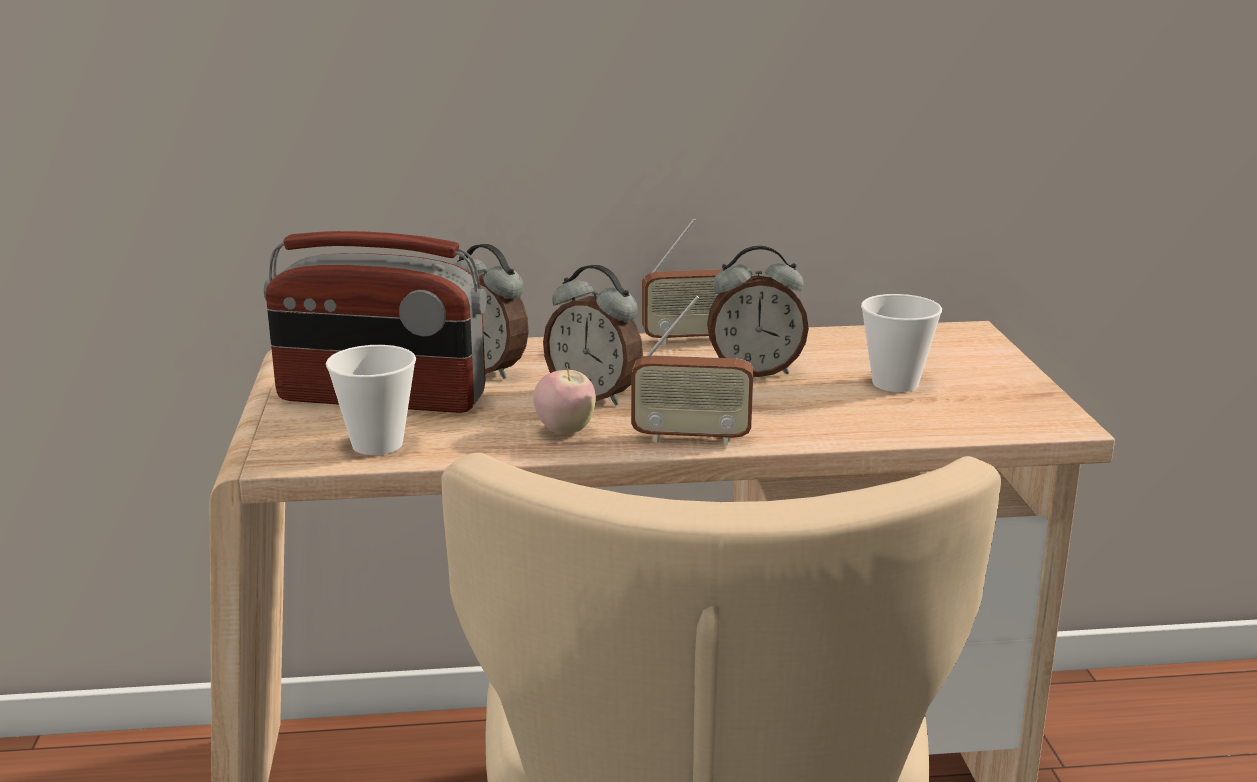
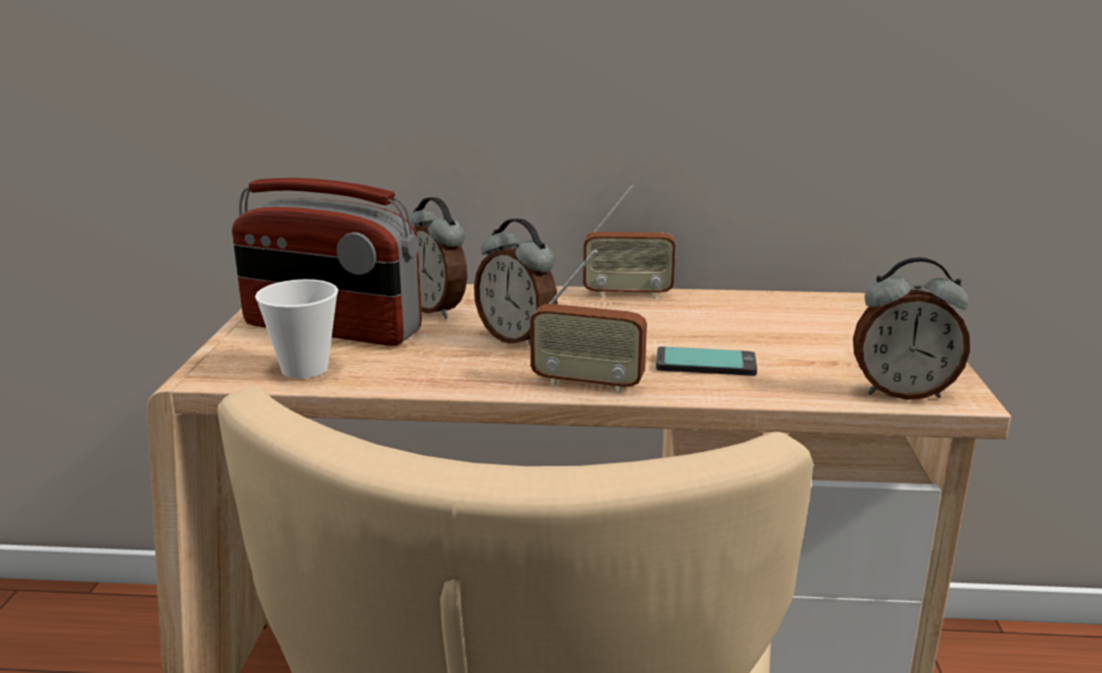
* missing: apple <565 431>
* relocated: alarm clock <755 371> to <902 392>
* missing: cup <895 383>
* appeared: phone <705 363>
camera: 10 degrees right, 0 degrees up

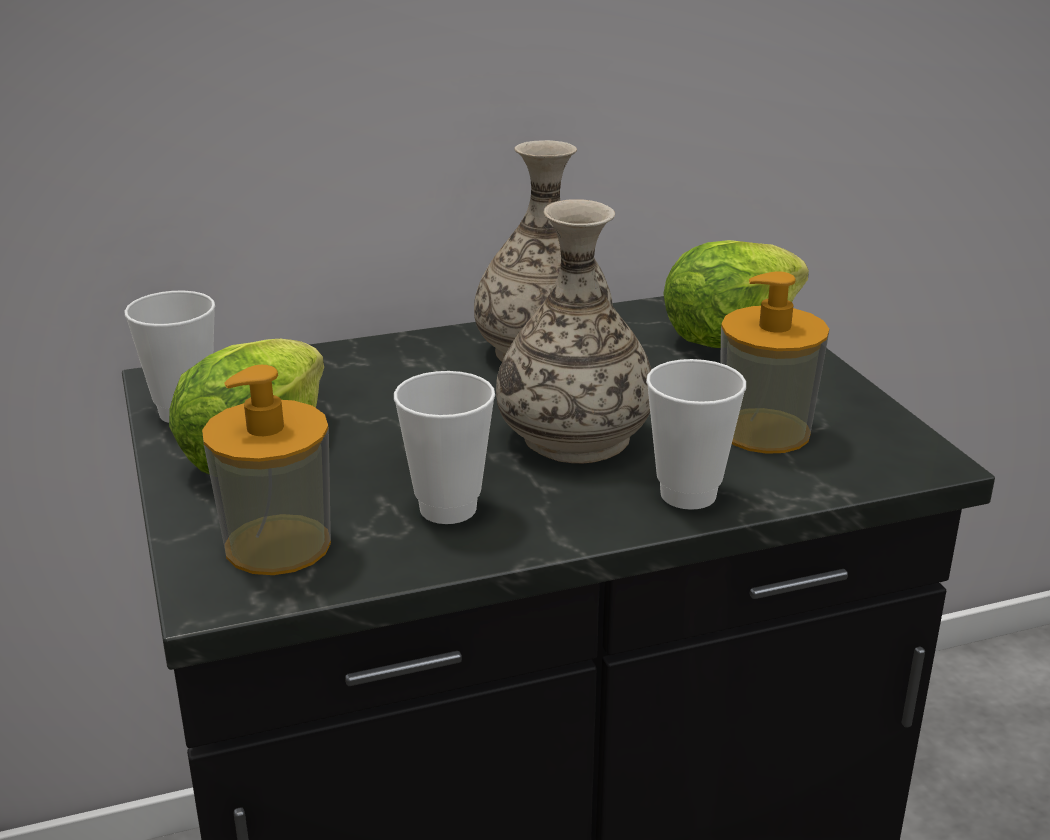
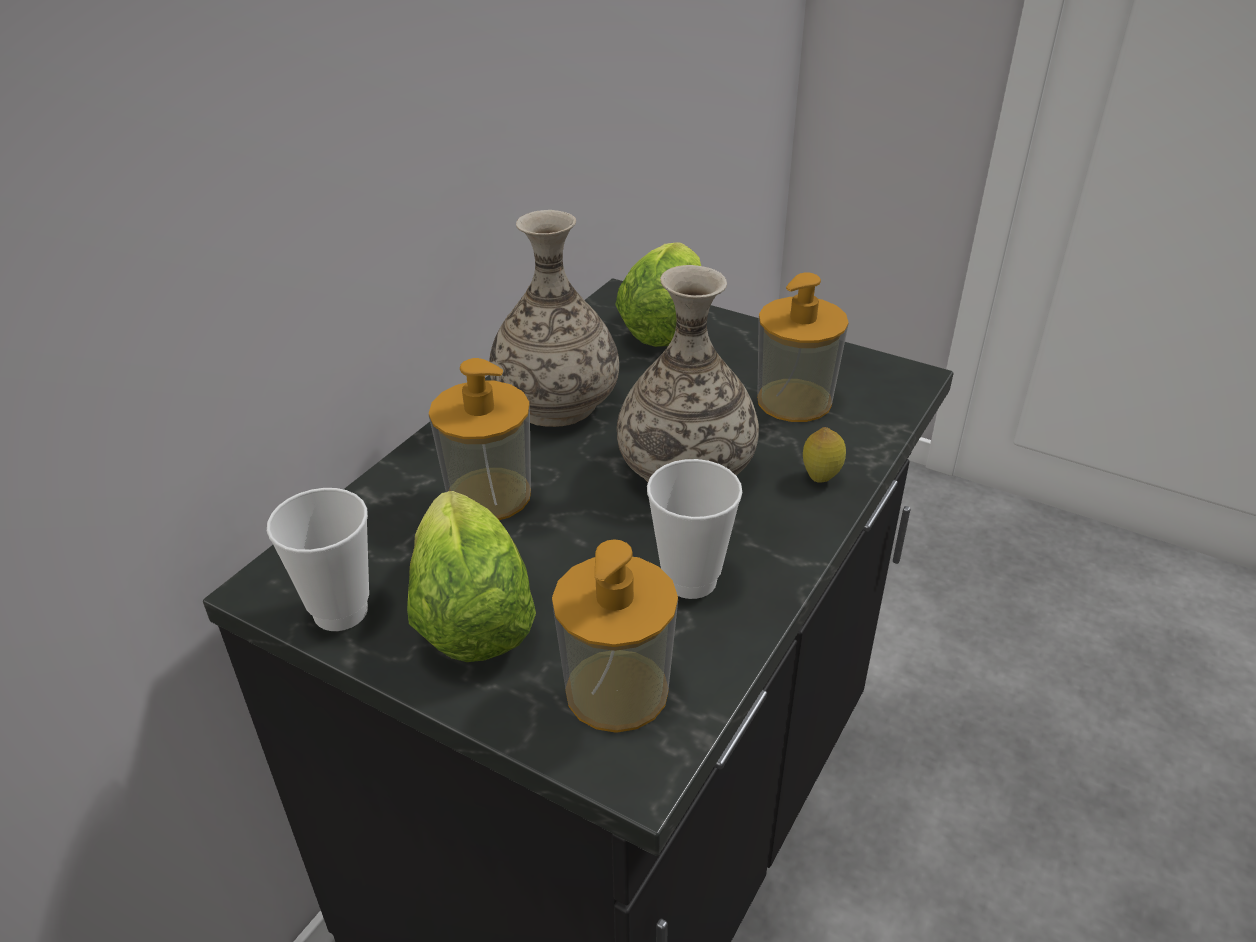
* exchanged: cup <688 494> to lemon <821 477>
* appeared: soap dispenser <489 495>
camera: 40 degrees left, 10 degrees up

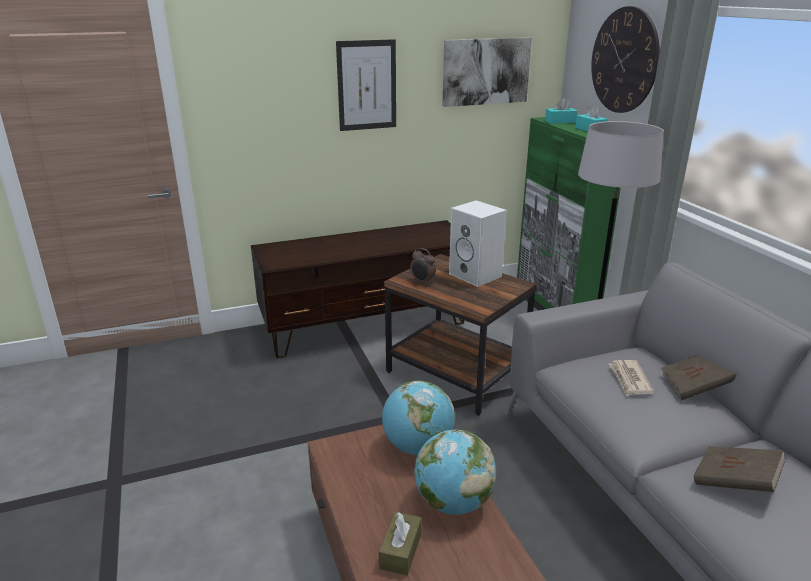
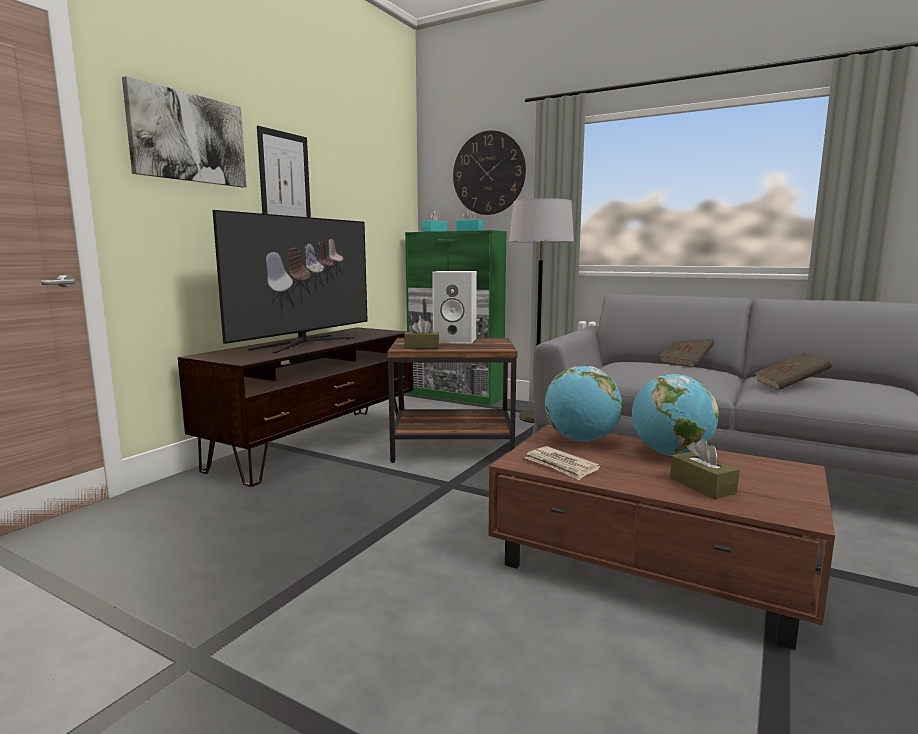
* exchanged: alarm clock <422 282> to brown tissue box <422 347>
* relocated: picture <485 71> to <188 138>
* relocated: newspaper <629 380> to <561 466>
* appeared: television <304 343>
camera: 40 degrees left, 15 degrees down

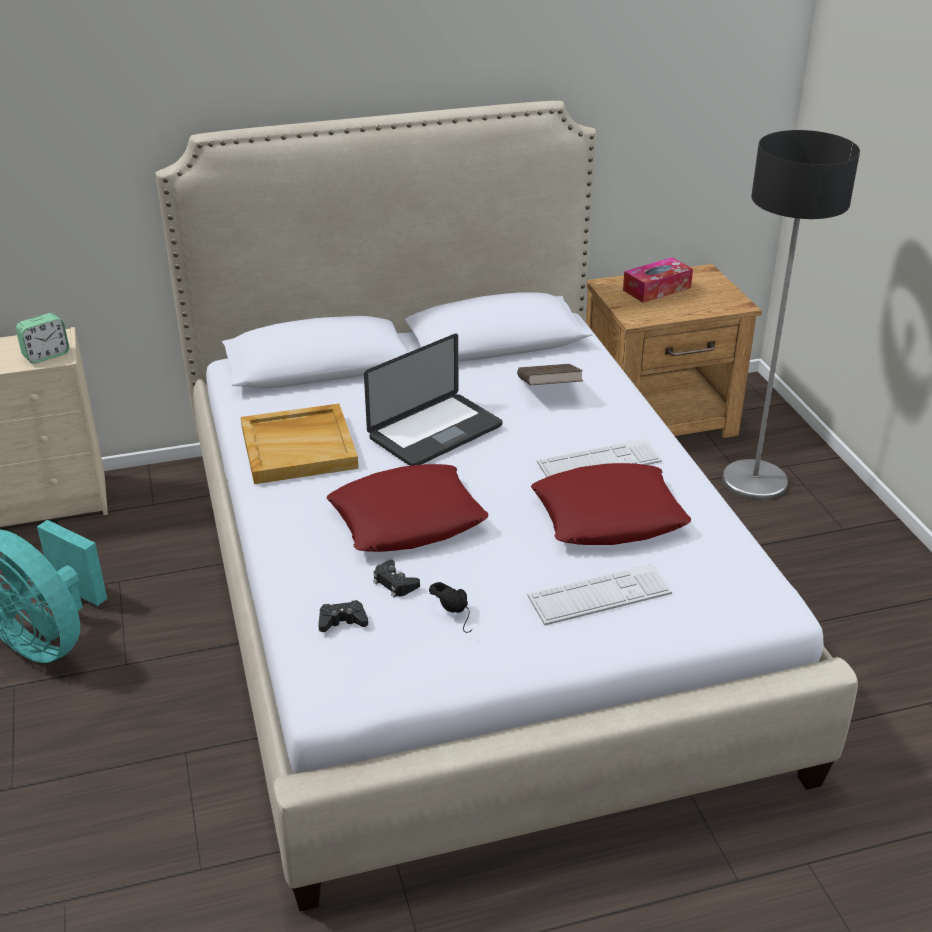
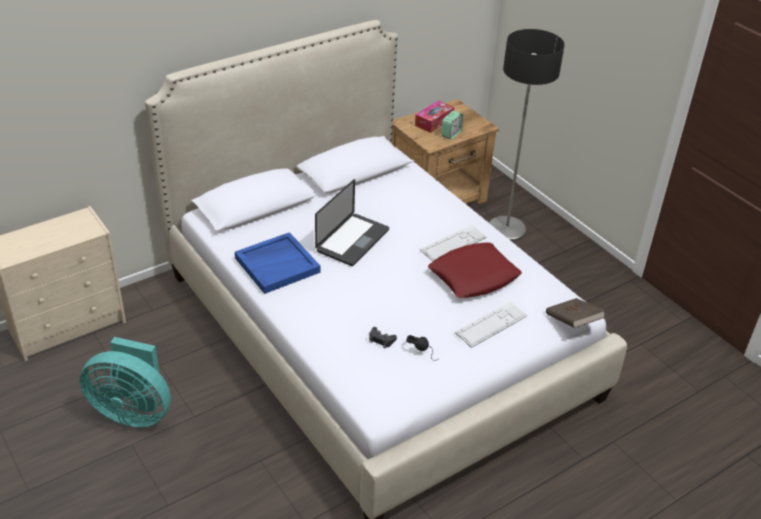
* relocated: alarm clock <46 355> to <451 134>
* colour: beige tray <299 447> to blue tray <277 264>
* missing: black game controller <342 621>
* missing: red pillow <407 519>
* relocated: brown book <548 390> to <572 322>
camera: 20 degrees left, 5 degrees up

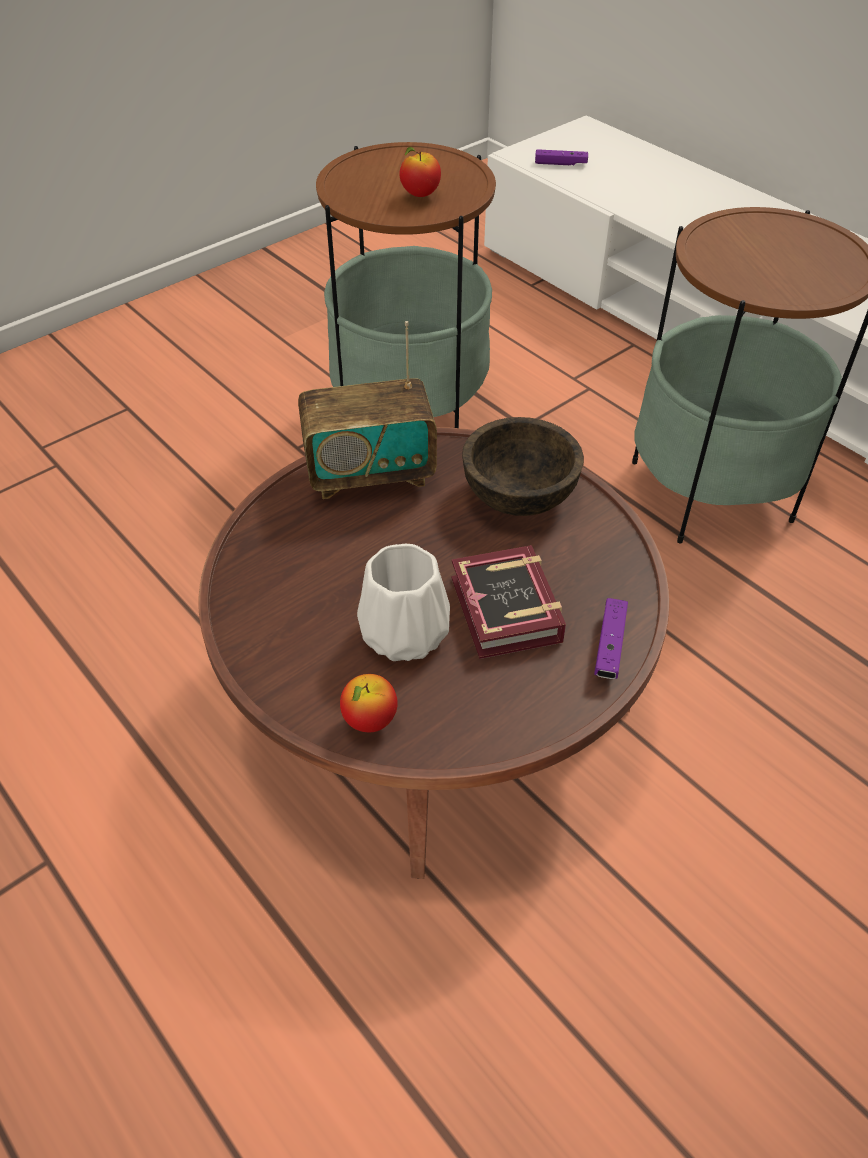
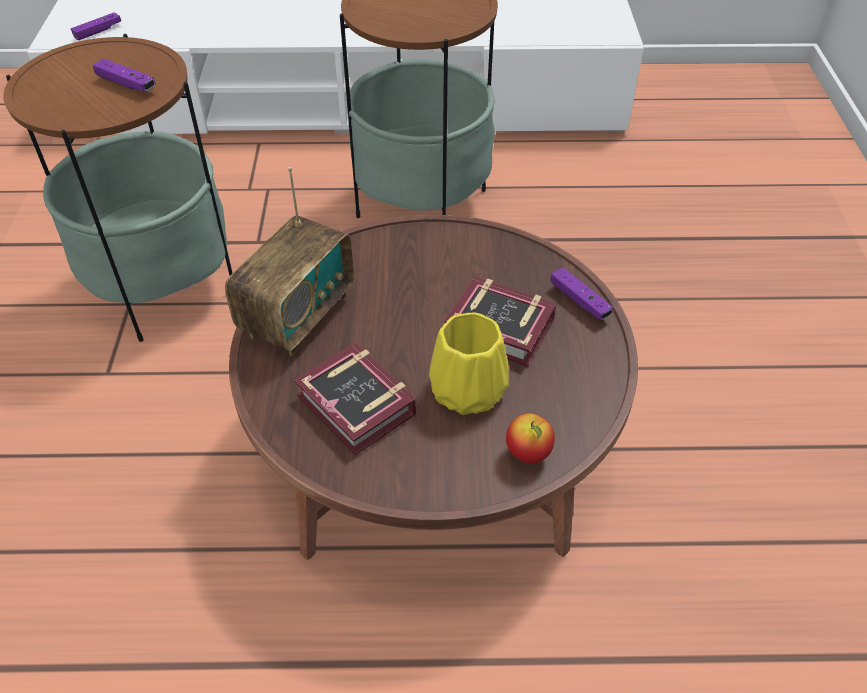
* colour: white vase <401 634> to yellow vase <466 392>
* exchanged: apple <420 194> to purple game controller <126 84>
* missing: brown bowl <518 496>
* appeared: book <356 409>
camera: 50 degrees left, 0 degrees up

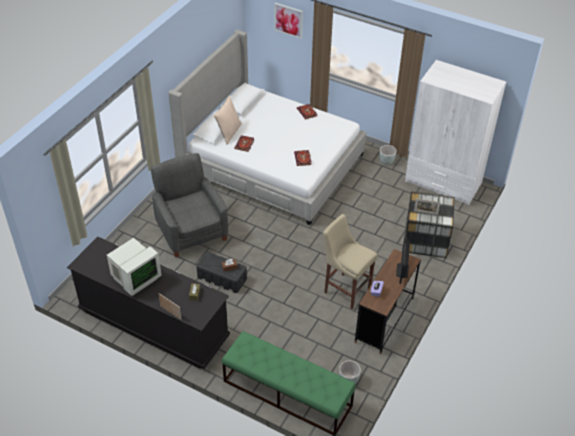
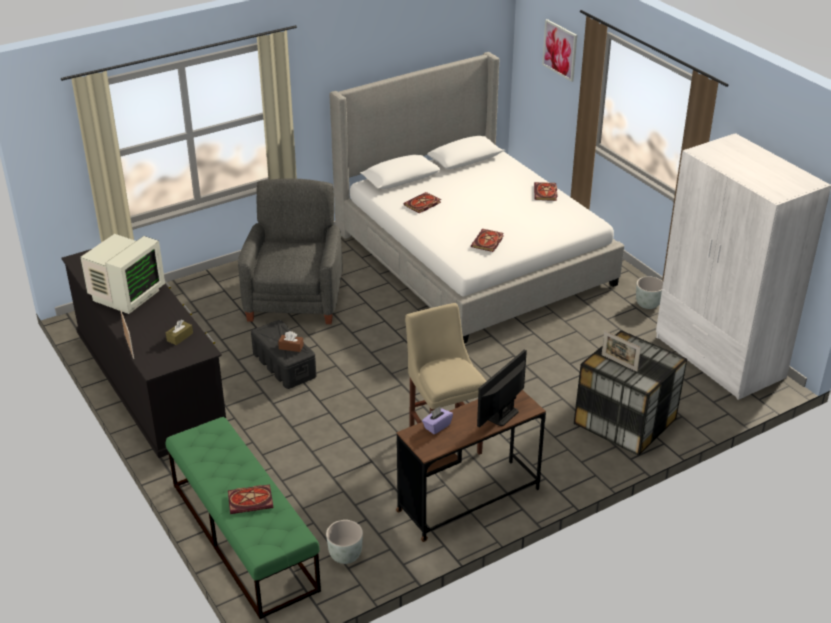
* spun: monitor <135 278> = <125 295> 45 degrees counterclockwise
* missing: beige pillow <228 132>
* appeared: book <251 500>
camera: 30 degrees right, 10 degrees down

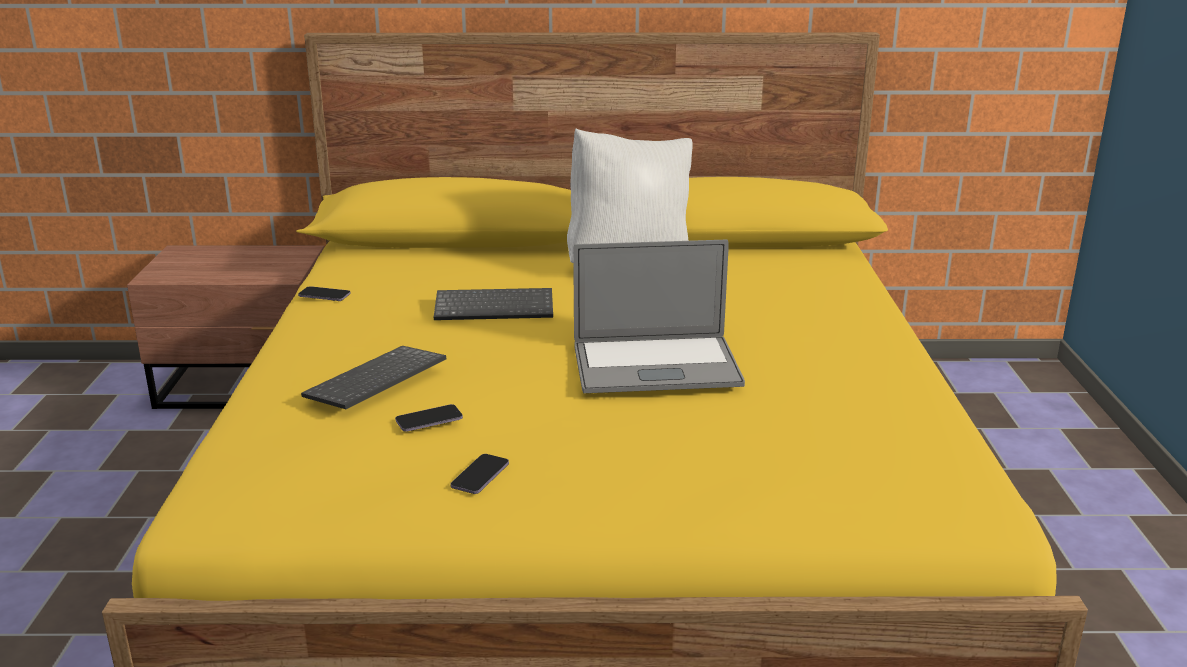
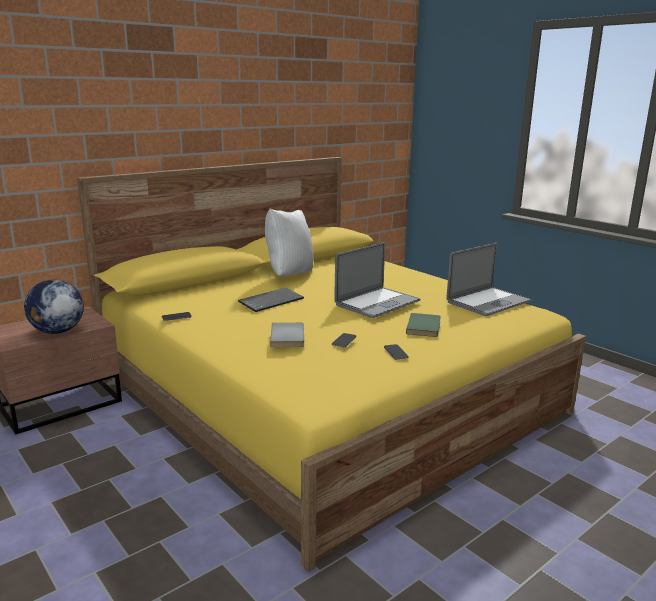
* exchanged: keyboard <376 381> to grey book <289 337>
* appeared: globe <57 331>
* appeared: green book <425 327>
* appeared: laptop <488 302>
camera: 40 degrees left, 5 degrees down

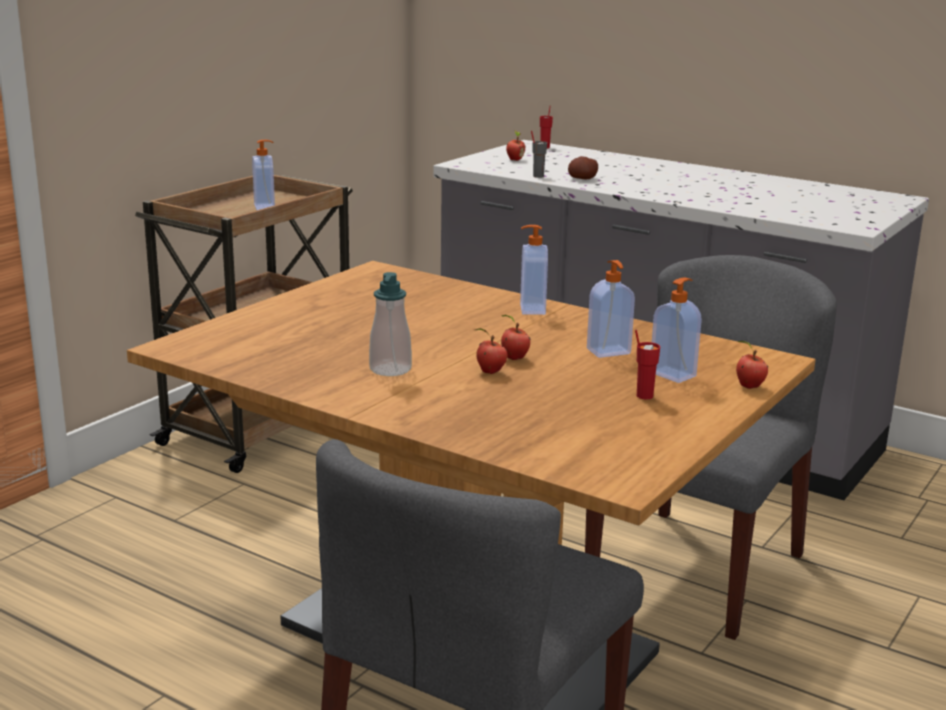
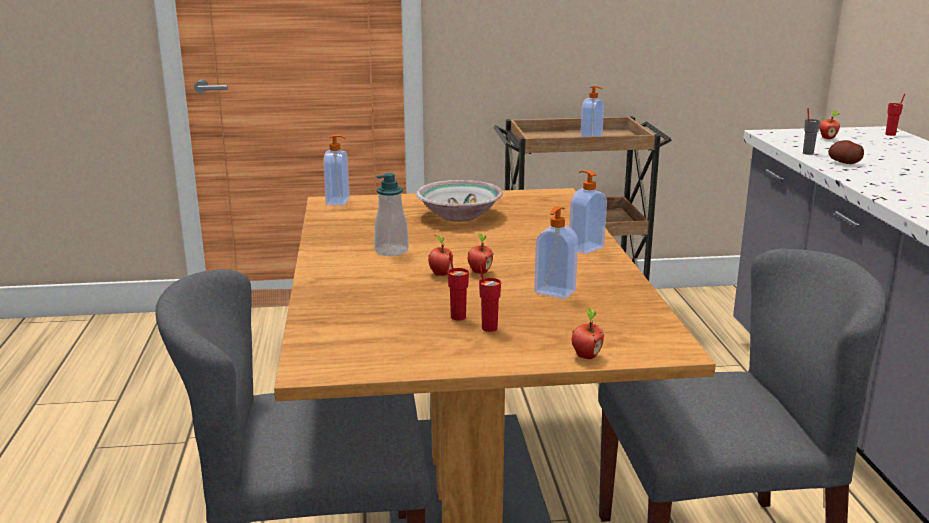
* relocated: soap dispenser <673 374> to <339 201>
* appeared: bowl <460 215>
* appeared: red cup <458 317>
camera: 50 degrees right, 0 degrees up

